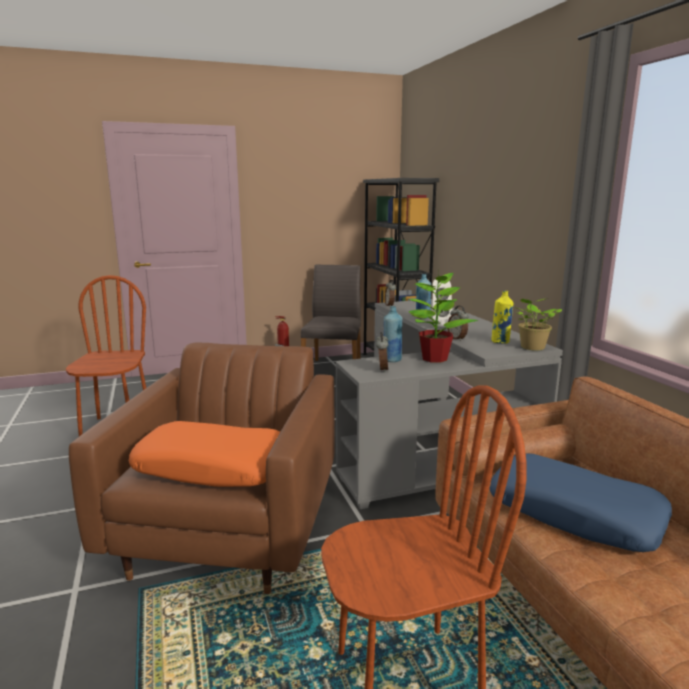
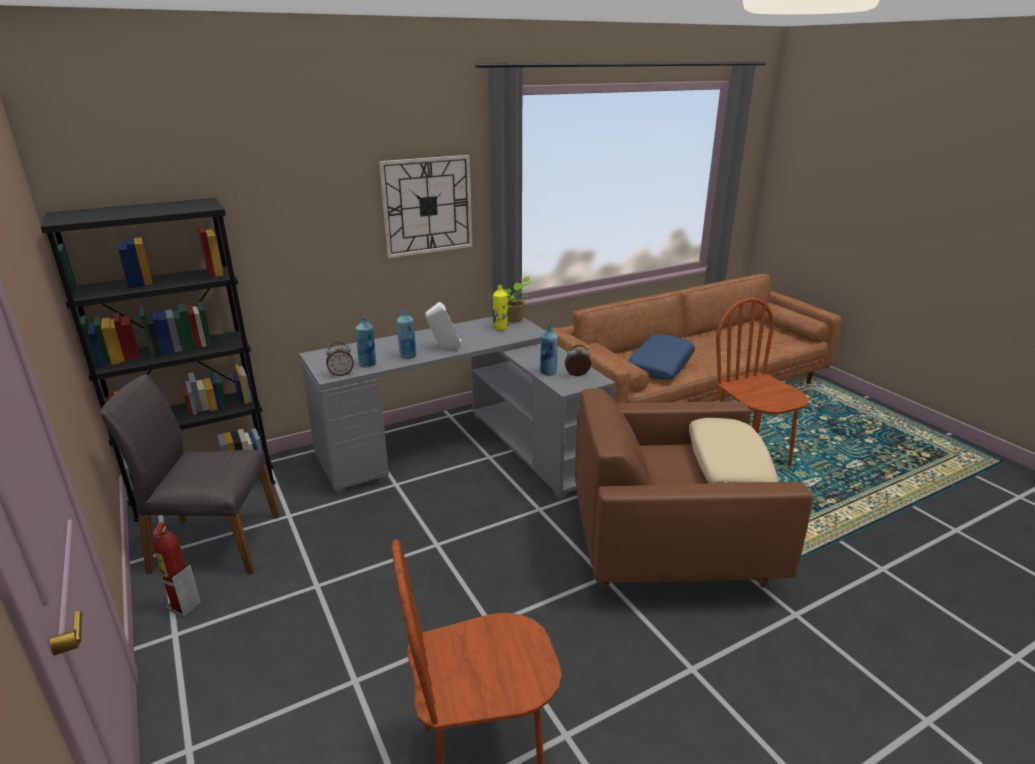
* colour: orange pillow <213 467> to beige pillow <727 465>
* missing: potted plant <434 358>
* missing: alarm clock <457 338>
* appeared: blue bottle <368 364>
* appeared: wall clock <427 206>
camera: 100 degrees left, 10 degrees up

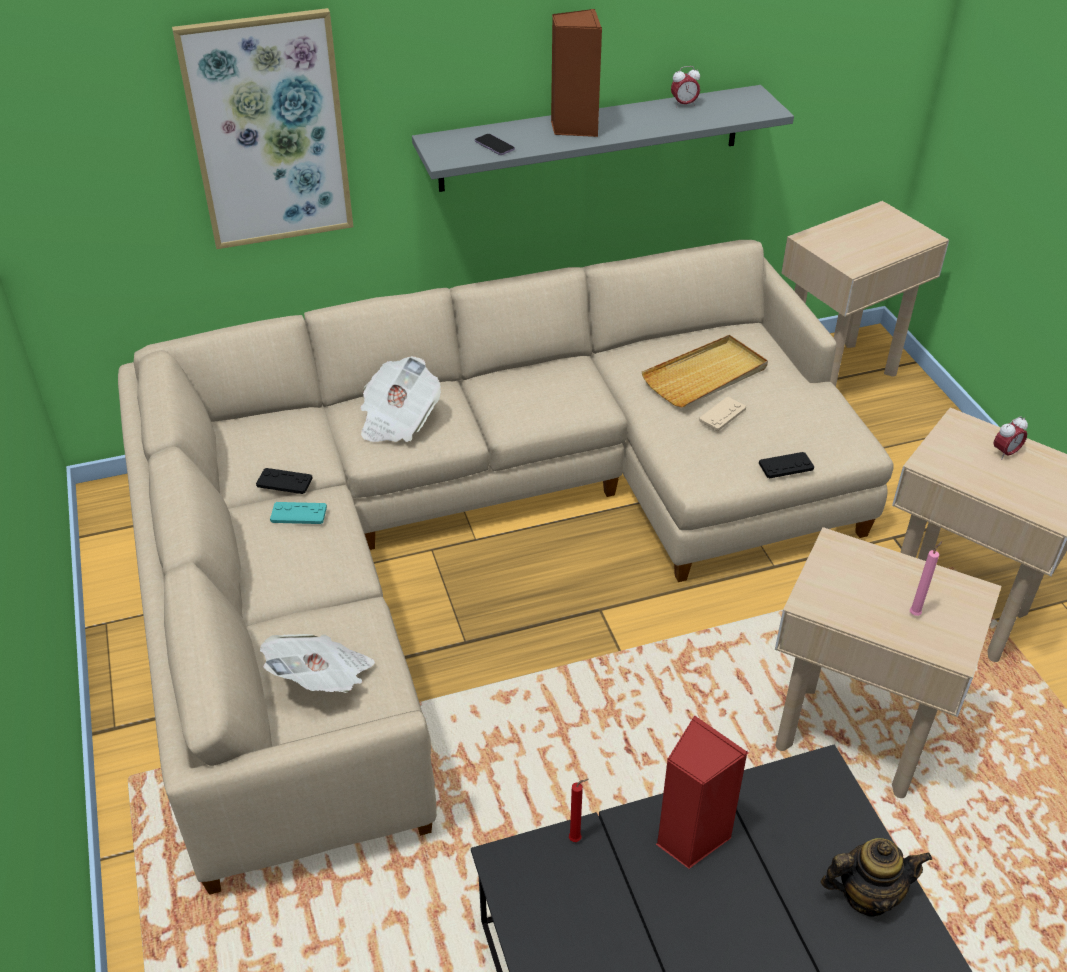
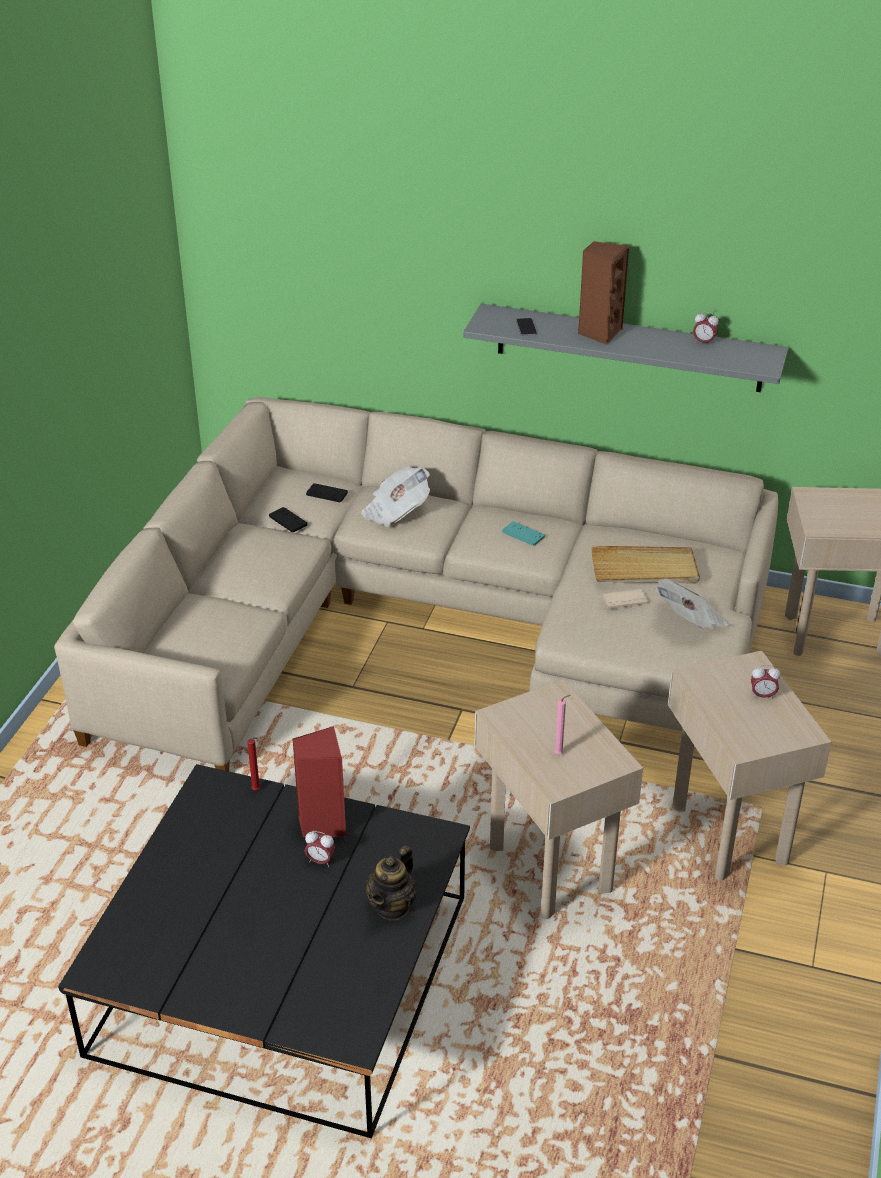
* missing: picture <268 132>
* relocated: newspaper <322 679> to <689 621>
* relocated: turquoise game controller <298 514> to <523 534>
* relocated: black game controller <786 466> to <327 493>
* spun: teapot <866 894> = <392 906> 90 degrees clockwise
* appeared: alarm clock <320 861>
camera: 35 degrees right, 5 degrees down

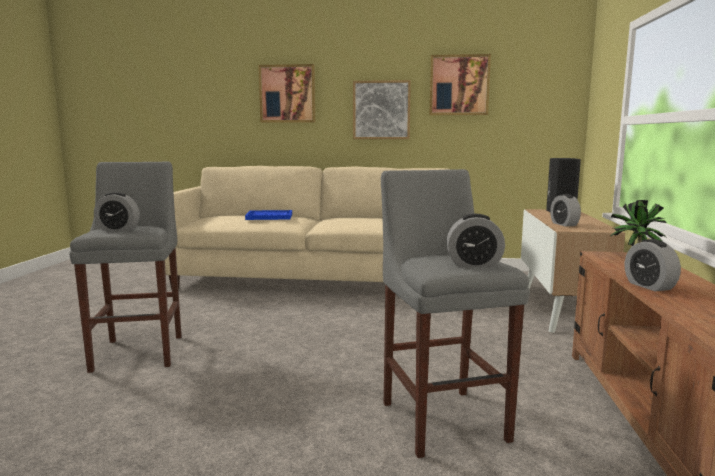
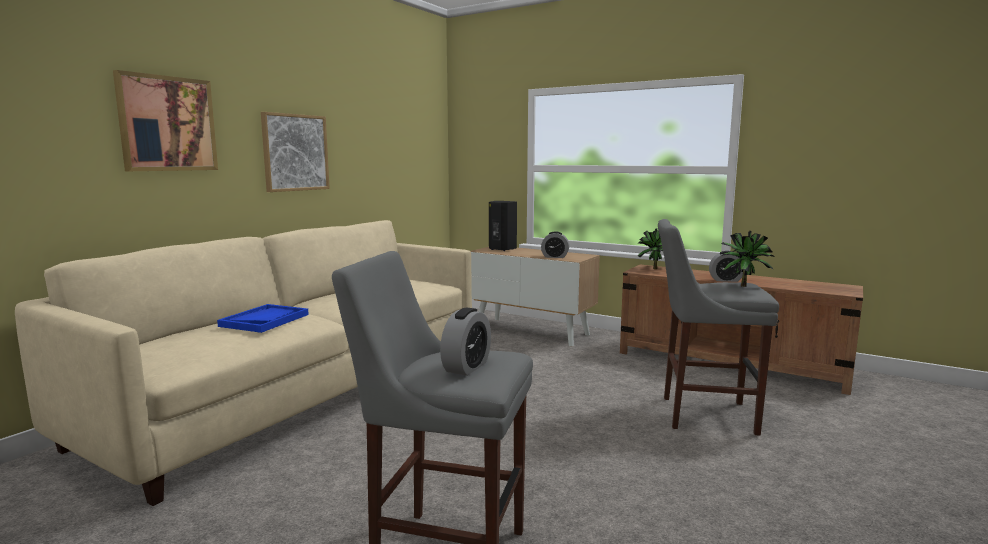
* missing: picture <459 85>
* exchanged: alarm clock <474 264> to potted plant <744 286>
camera: 65 degrees left, 0 degrees up

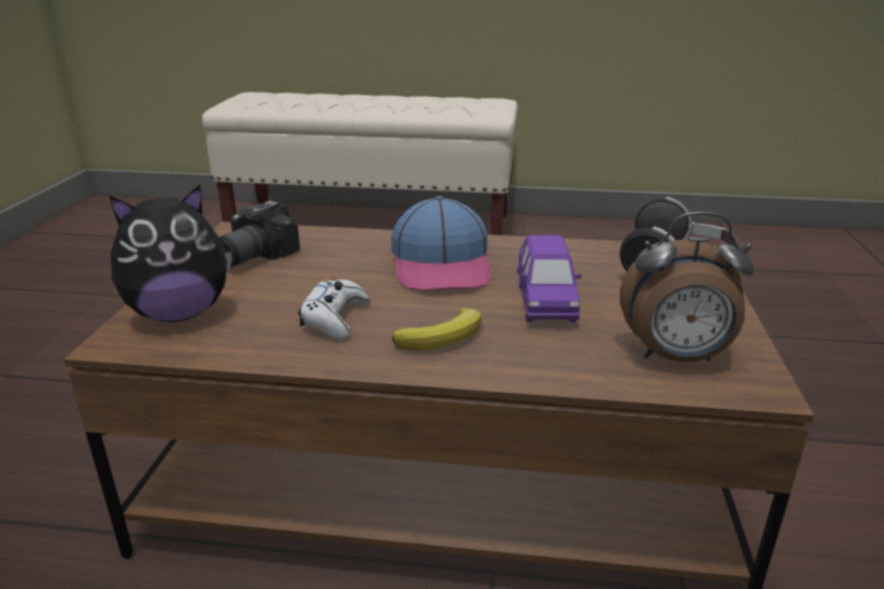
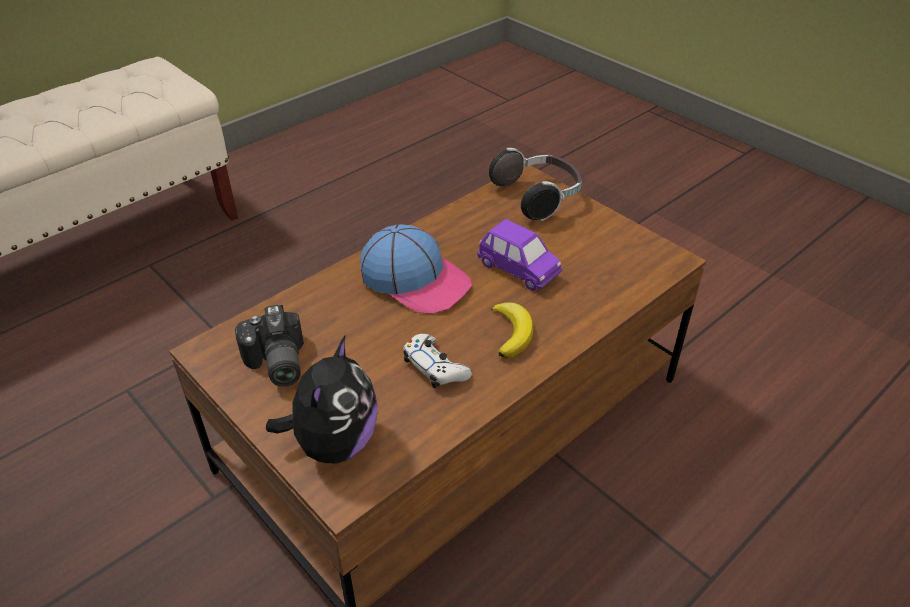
* missing: alarm clock <675 357>
camera: 50 degrees left, 15 degrees up

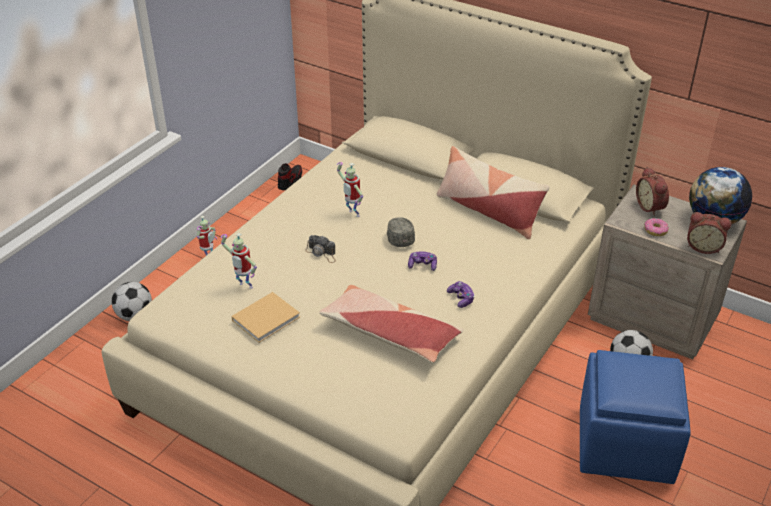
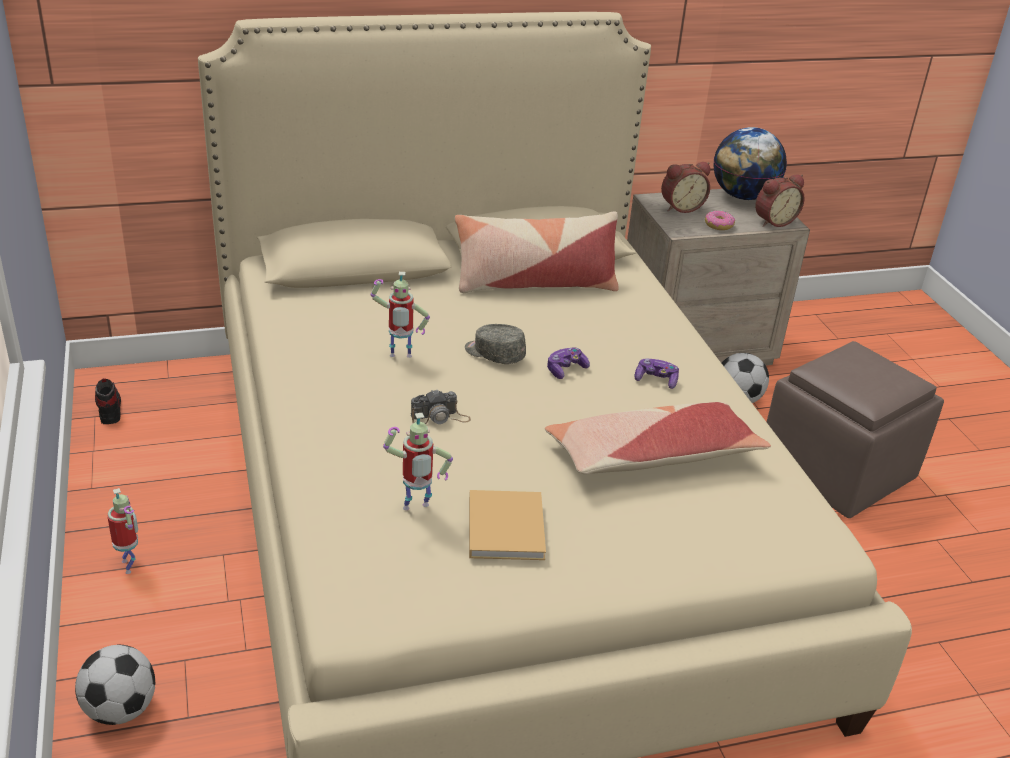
* colour: blue ottoman <624 445> to brown ottoman <837 472>
* spun: alarm clock <651 207> = <681 207> 45 degrees counterclockwise
camera: 50 degrees left, 5 degrees down

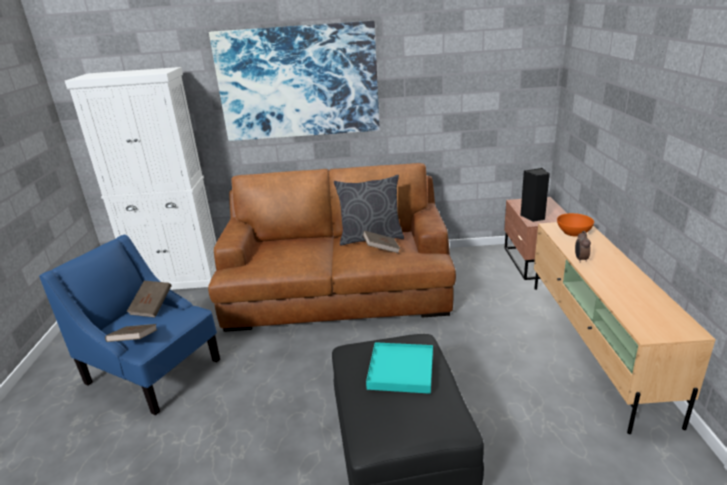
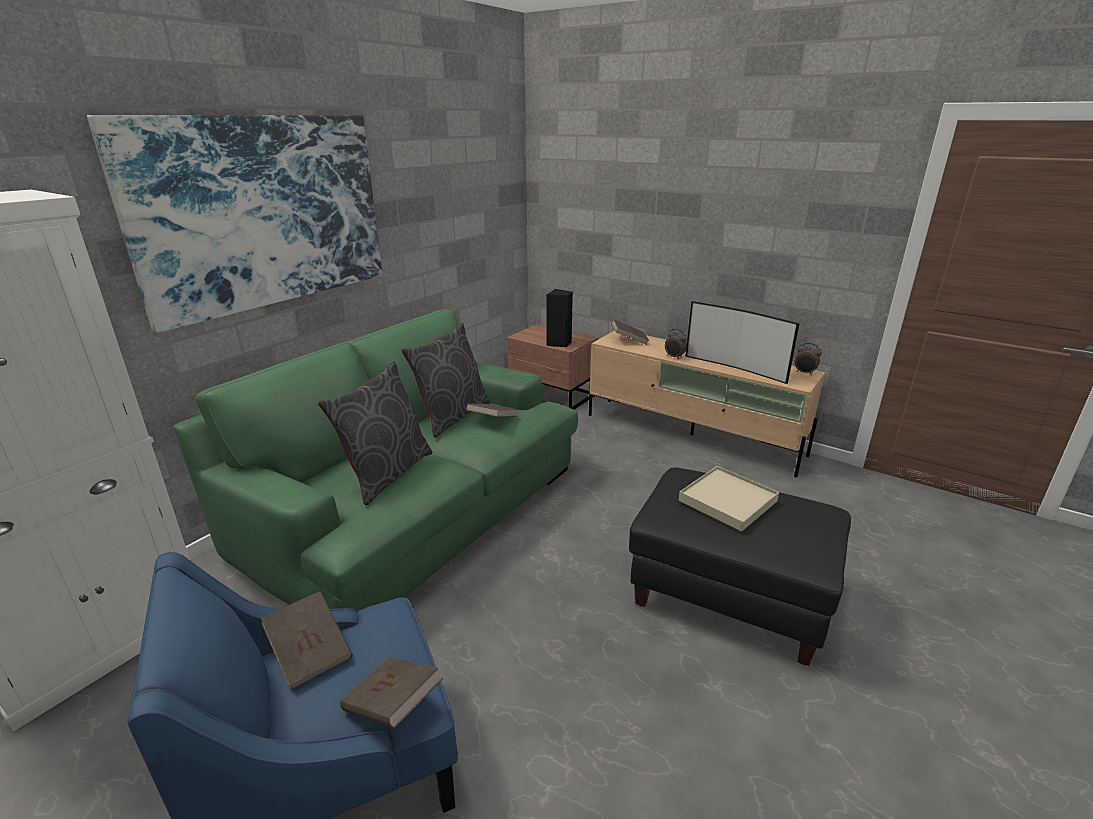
* colour: brown sofa <337 289> to green sofa <413 508>
* colour: turquoise tray <401 370> to beige tray <728 501>
* exchanged: orange bowl <573 232> to brown book <629 340>
* appeared: grey pillow <386 473>
* appeared: television <735 368>
* appeared: alarm clock <804 373>
camera: 55 degrees left, 0 degrees up

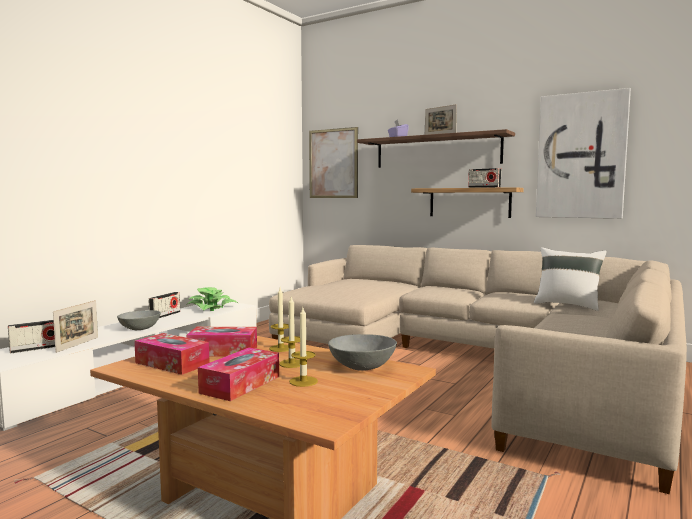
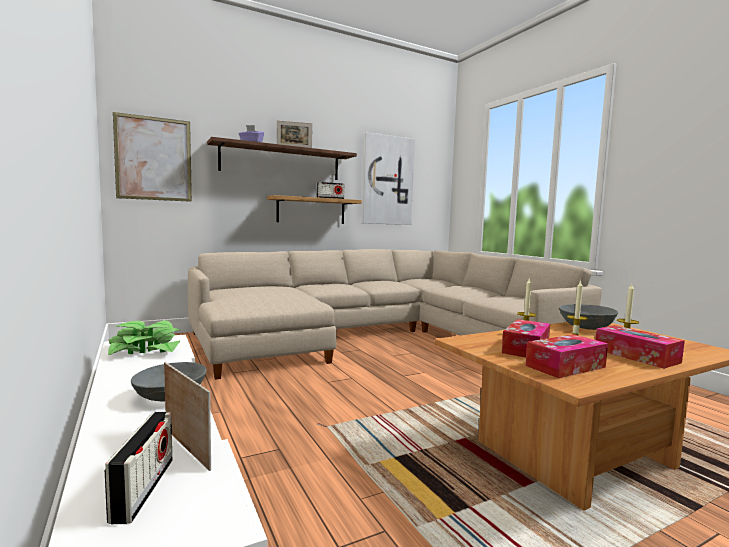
* missing: radio <165 315>
* missing: white pillow <567 305>
camera: 60 degrees left, 0 degrees up

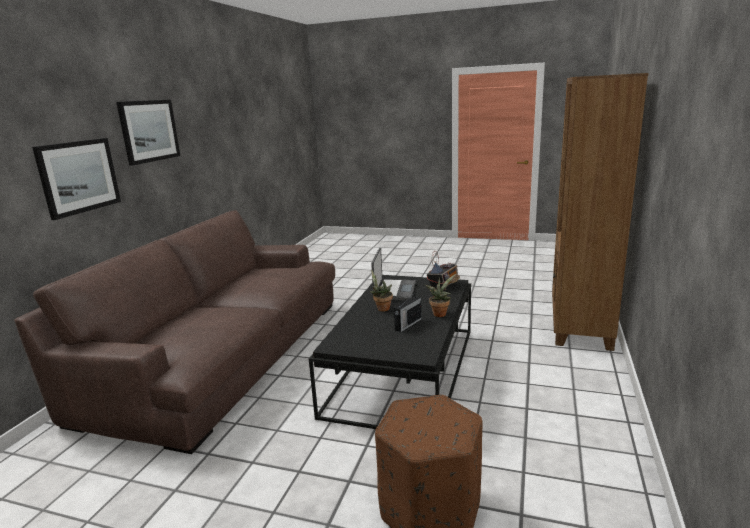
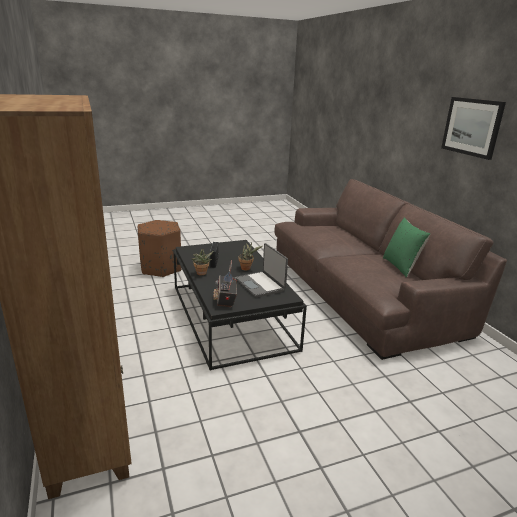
* missing: picture <79 176>
* appeared: green pillow <401 267>
camera: 140 degrees right, 5 degrees up

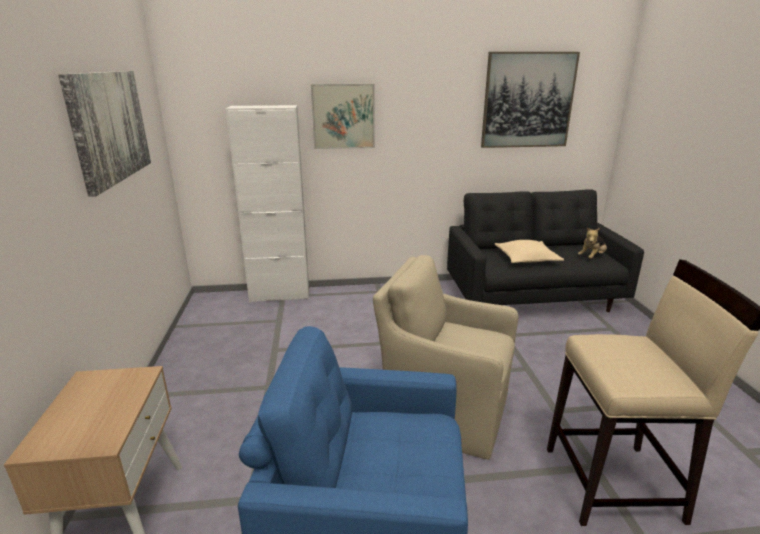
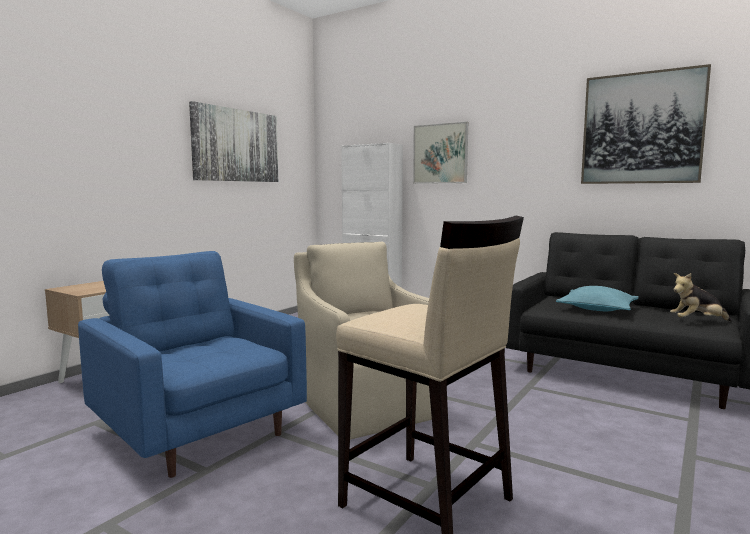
* colour: beige pillow <526 259> to turquoise pillow <597 309>
camera: 40 degrees right, 15 degrees down

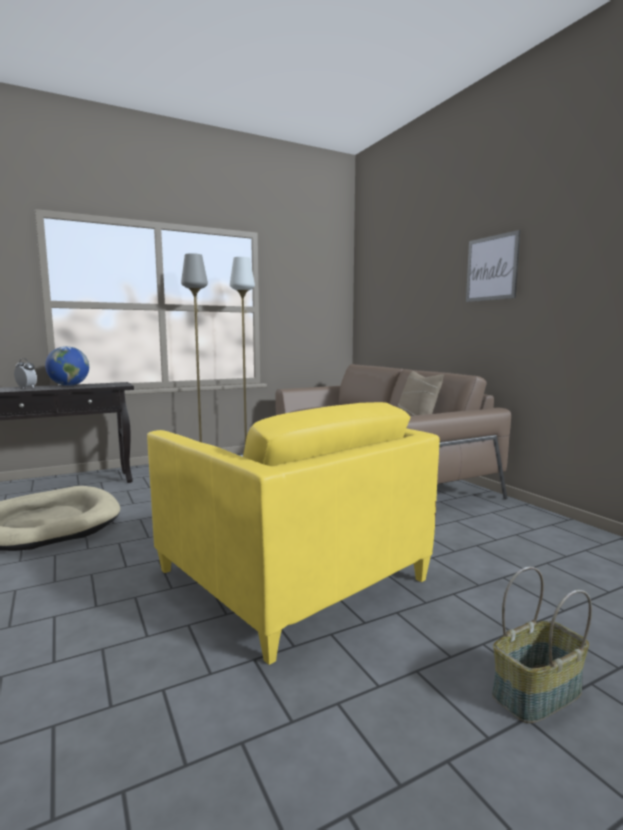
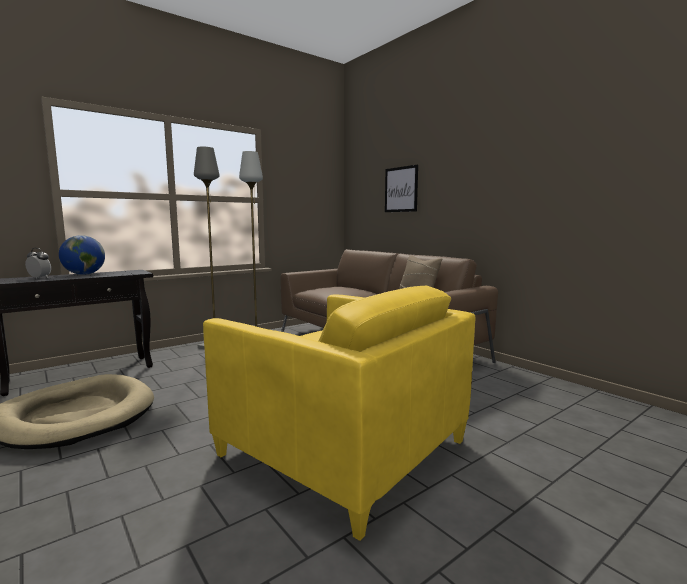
* relocated: picture <492 268> to <401 189>
* missing: basket <537 694>
camera: 10 degrees left, 0 degrees up

